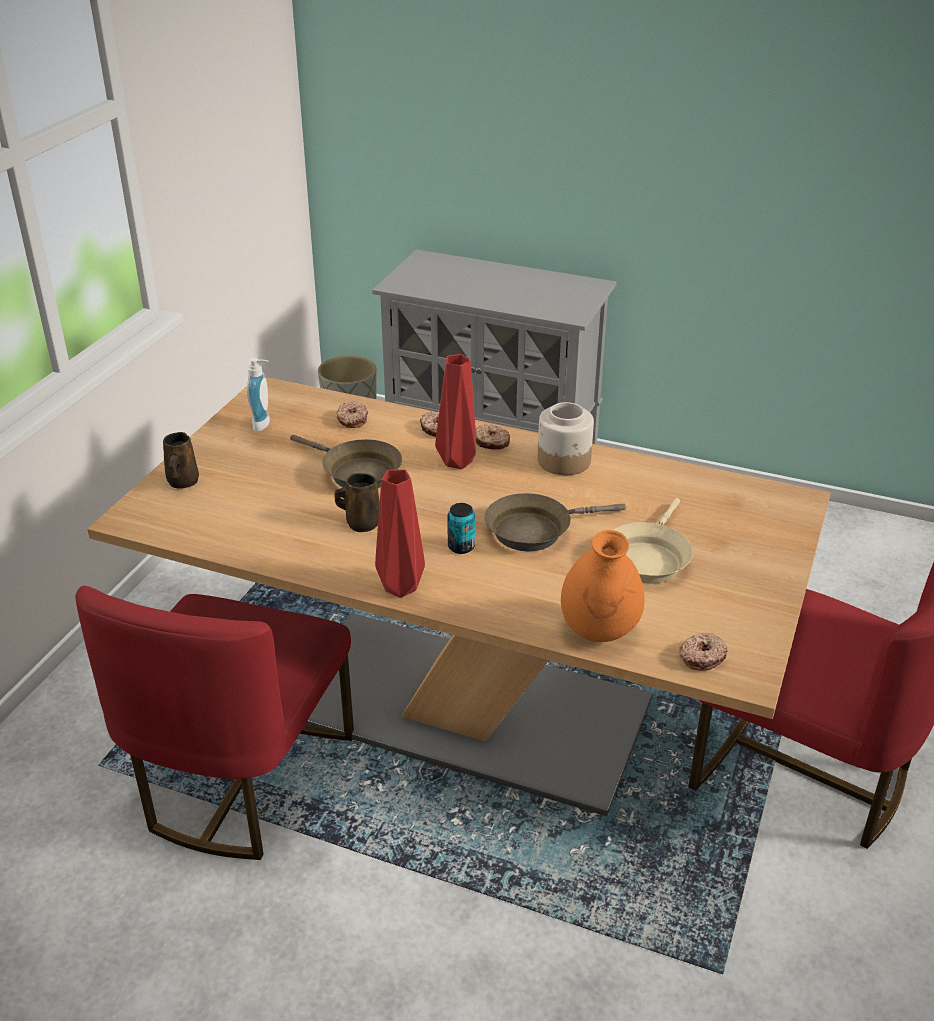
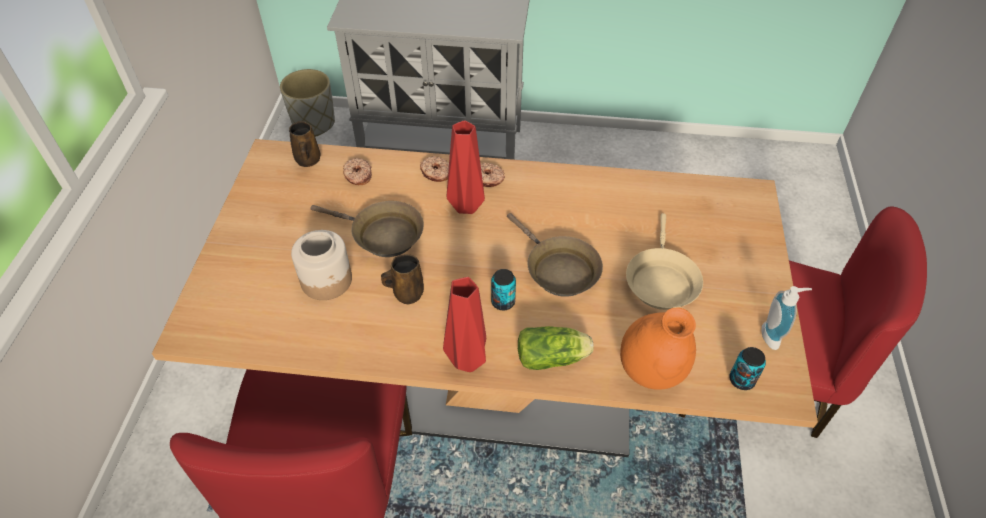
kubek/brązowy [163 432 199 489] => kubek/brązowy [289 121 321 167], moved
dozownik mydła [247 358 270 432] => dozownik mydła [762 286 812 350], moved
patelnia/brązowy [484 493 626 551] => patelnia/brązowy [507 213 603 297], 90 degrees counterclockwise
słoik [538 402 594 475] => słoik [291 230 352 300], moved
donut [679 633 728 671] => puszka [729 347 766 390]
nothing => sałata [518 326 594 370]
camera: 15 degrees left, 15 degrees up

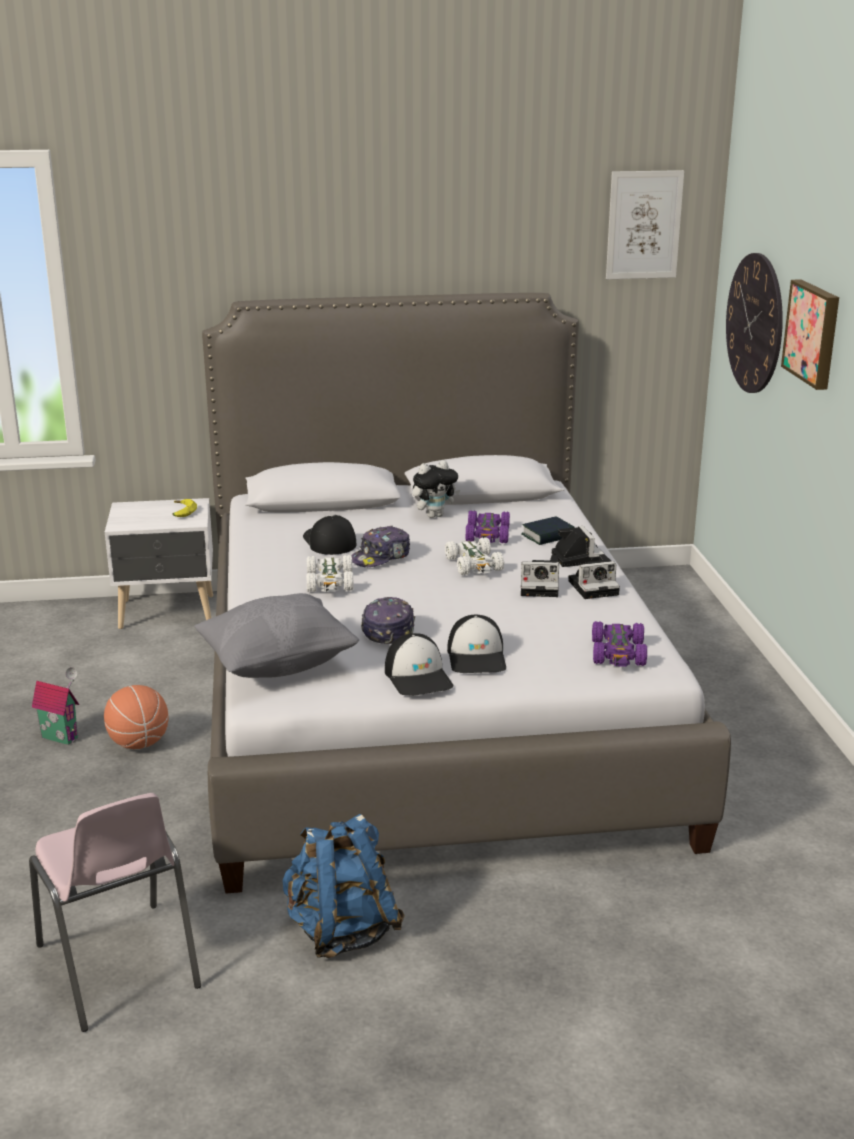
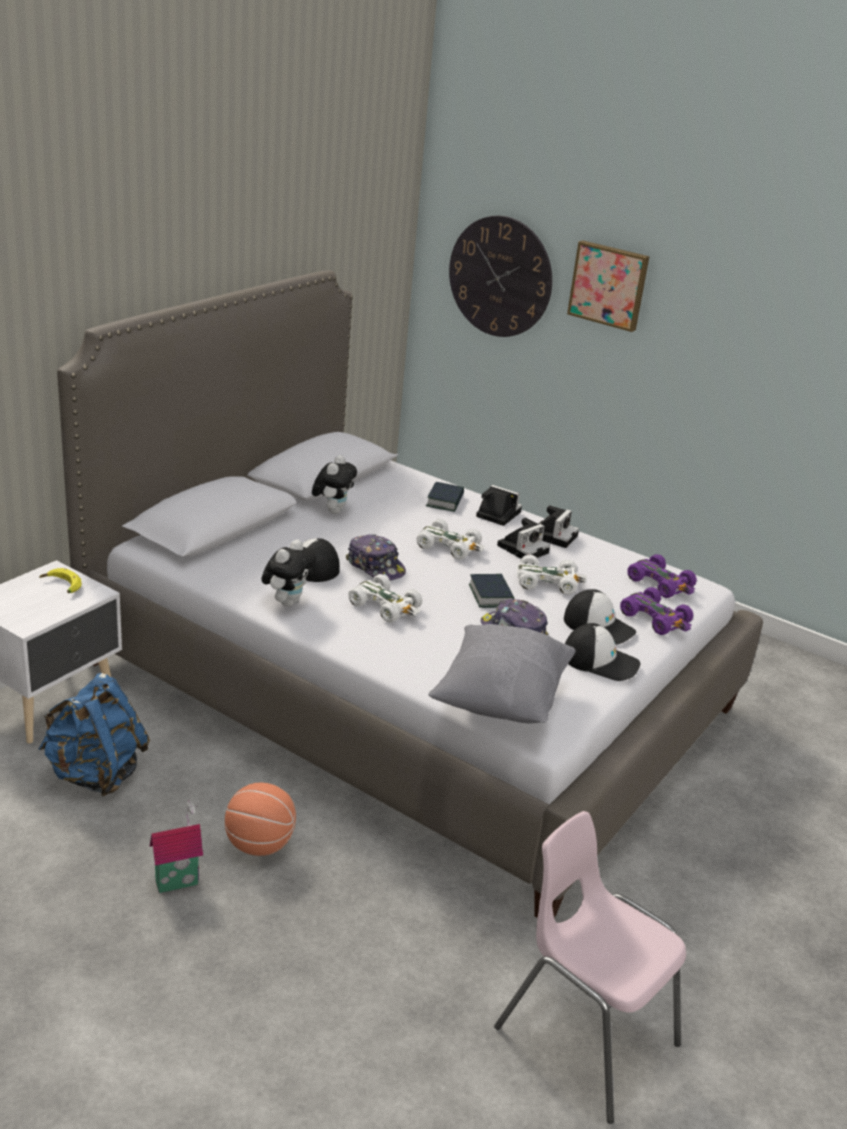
krzesło/różowy [29 793 201 1032] => krzesło/różowy [494 811 686 1124], 150 degrees counterclockwise
plecak/niebieski [282 814 405 958] => plecak/niebieski [38 673 150 797], moved
czapka z daszkiem [351 526 410 567] => czapka z daszkiem [346 534 406 580], 45 degrees counterclockwise
samochodzik/fioletowy [465 510 510 543] => samochodzik/fioletowy [620 587 693 635], moved
obraz [606 170 684 279] => nothing
nothing => pluszak [261 539 316 607]
nothing => książka [469 574 514 608]
nothing => samochodzik/biały [517 554 587 595]
camera: 50 degrees left, 5 degrees up

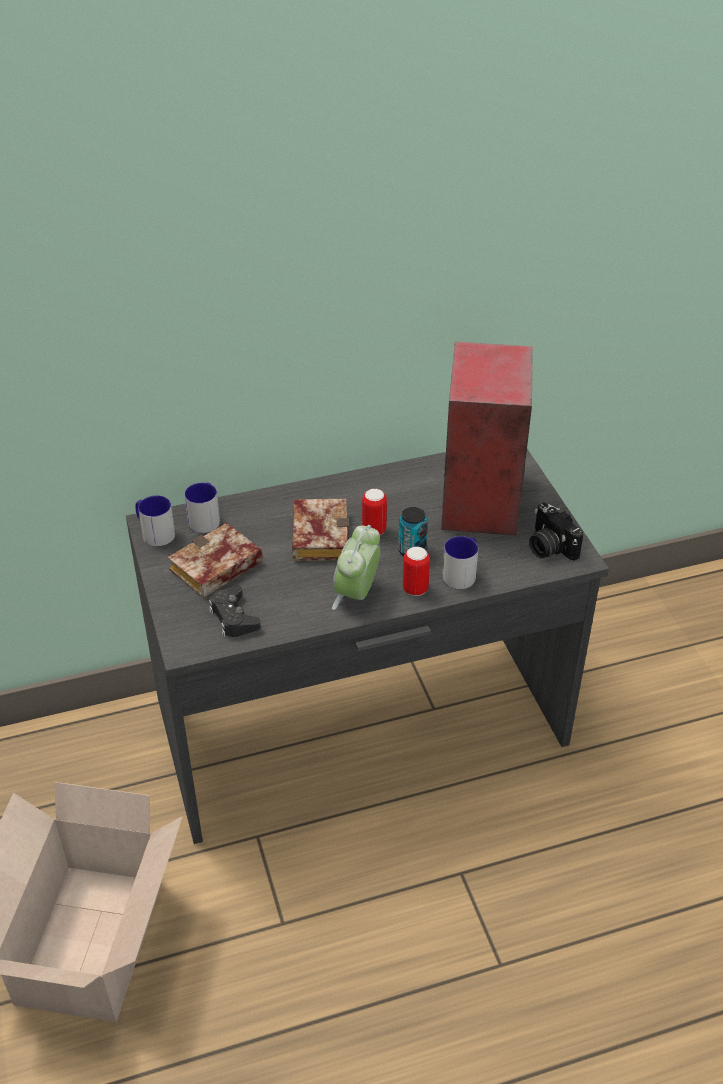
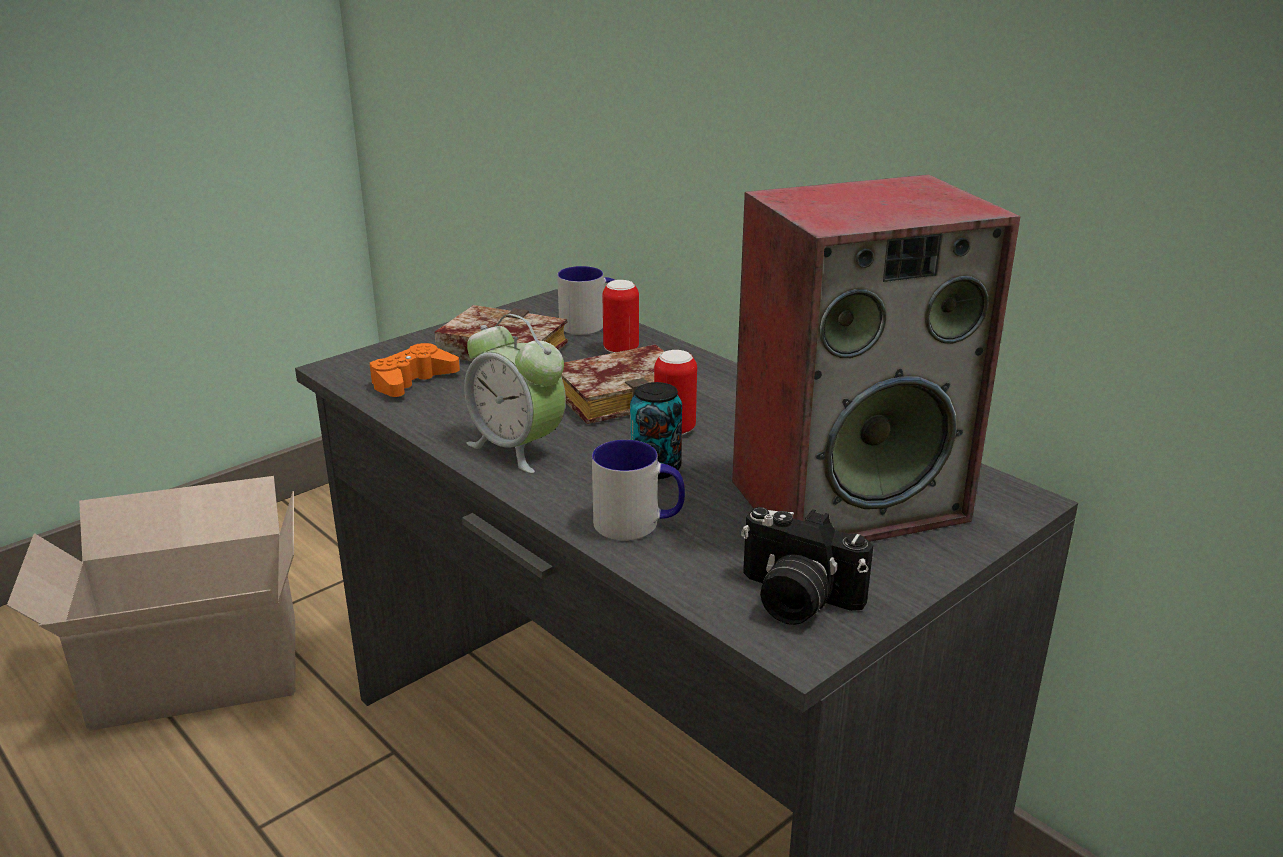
kubek [135 495 175 546] => nothing
pad do gier/czarny [209 586 261 637] => pad do gier/pomarańczowy [370 343 460 397]
budzik [332 525 381 610] => budzik [464 314 566 473], 135 degrees counterclockwise
puszka [403 547 430 596] => puszka [602 280 639 353], moved
aparat fotograficzny [529 502 583 561] => aparat fotograficzny [741 507 873 625], 90 degrees counterclockwise
camera: 65 degrees right, 15 degrees down

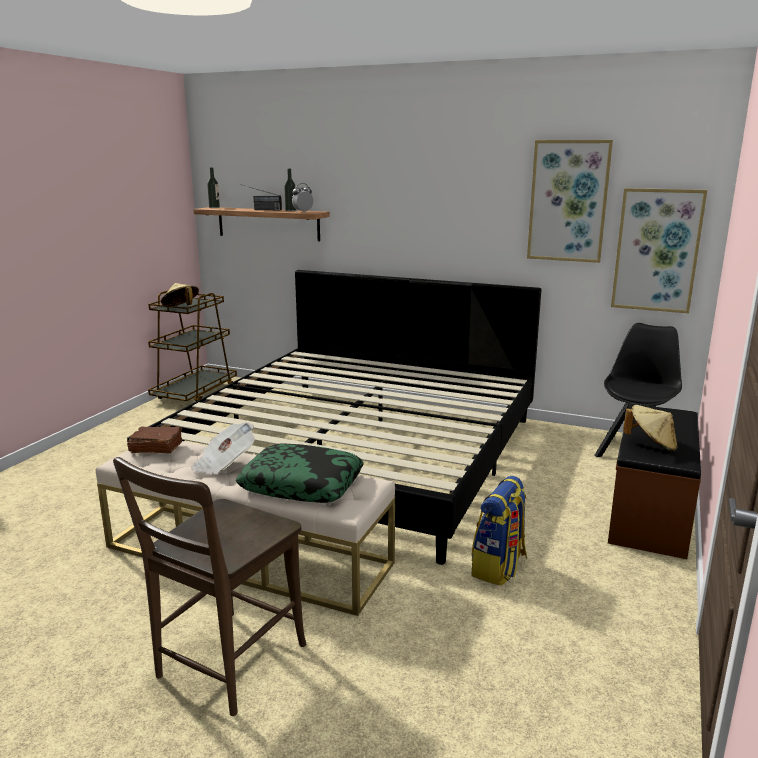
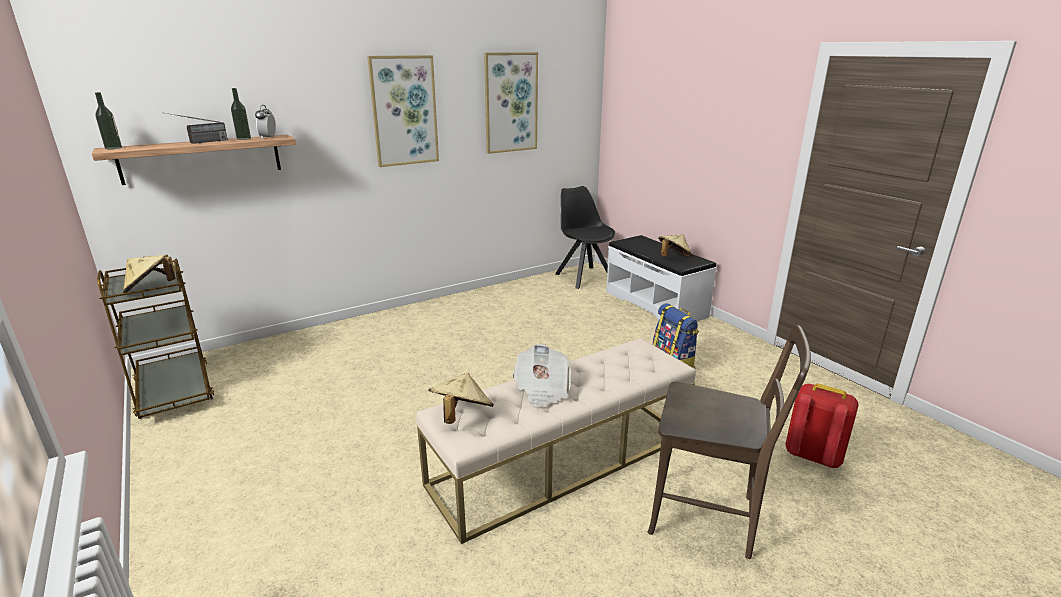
krzesło/brązowy [113 457 306 716] => krzesło/brązowy [648 325 811 559], 45 degrees counterclockwise
łóżko [127 270 541 565] => nothing
książka/brązowy [127 427 182 453] => kapelusz/beżowy [429 373 494 424]
poduszka [236 443 364 503] => nothing
ławka/brązowy [608 404 701 559] => ławka/biały [606 235 716 321]
obraz [611 188 707 313] => obraz [367 55 439 167], moved
nothing => plecak/czerwony [785 384 859 468]
camera: 55 degrees left, 5 degrees up

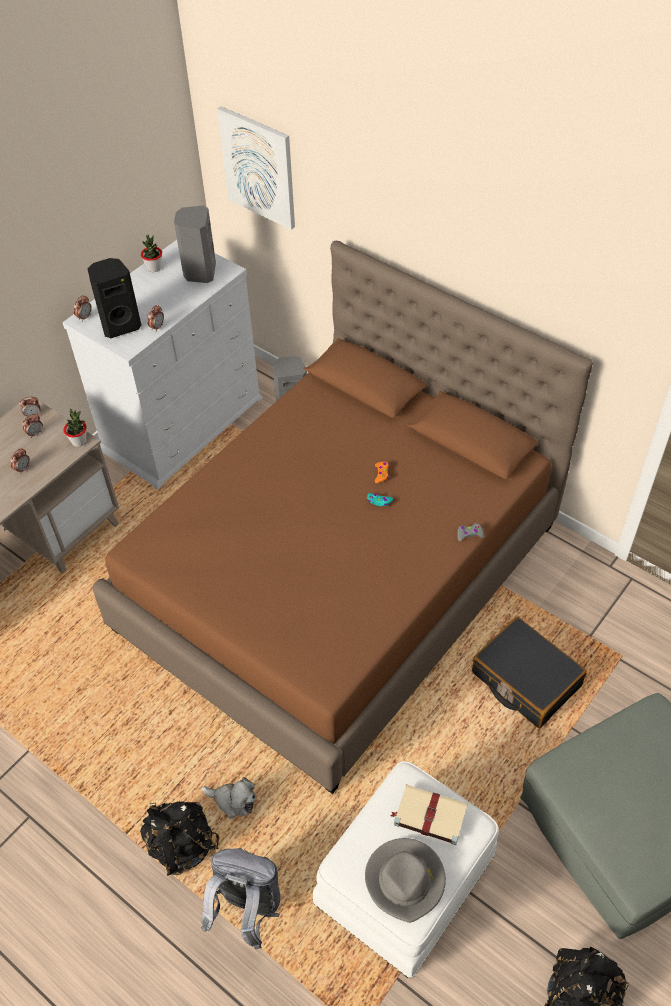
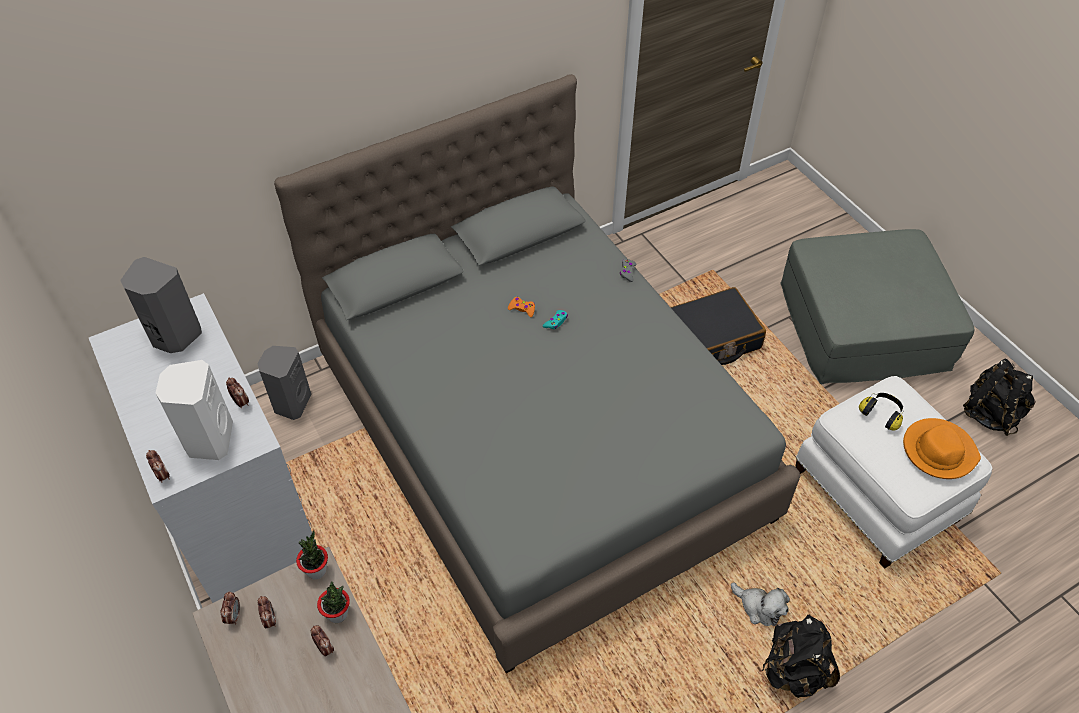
głośnik/czarny [87 258 141 338] => głośnik/biały [155 360 233 460]
łóżko/brązowy [92 241 593 794] => łóżko/szary [274 74 800 673]
roślina doniczkowa [141 235 162 272] => roślina doniczkowa [317 581 350 623], moved
plecak/szary [201 848 280 950] => nothing
pluszak [202 777 256 819] => pluszak [731 582 790 626], 90 degrees clockwise
obraz [217 106 295 230] => nothing
kapelusz/szary [365 838 446 923] => kapelusz/pomarańczowy [903 418 981 479]
książka/beżowy [391 784 467 845] => słuchawki [859 393 904 431]
camera: 70 degrees left, 0 degrees up

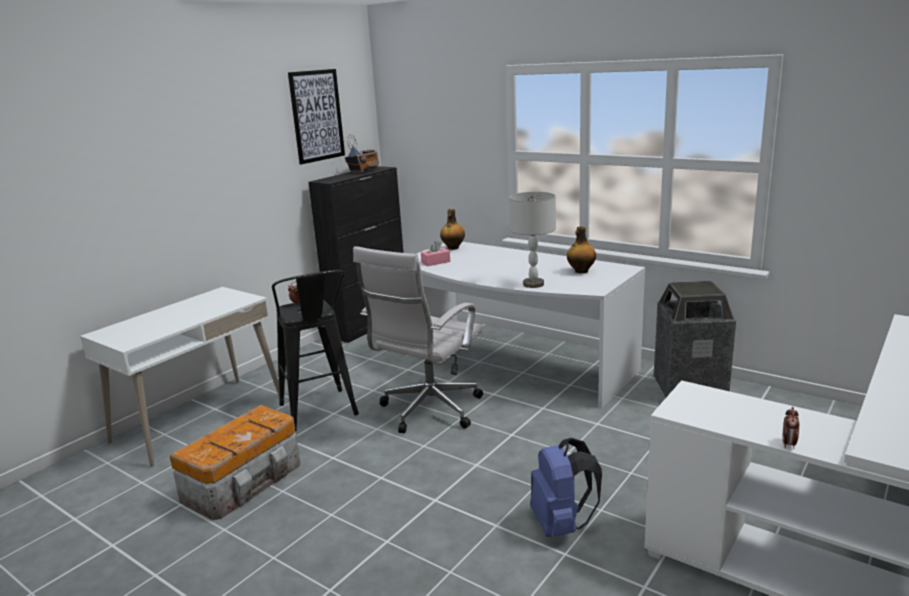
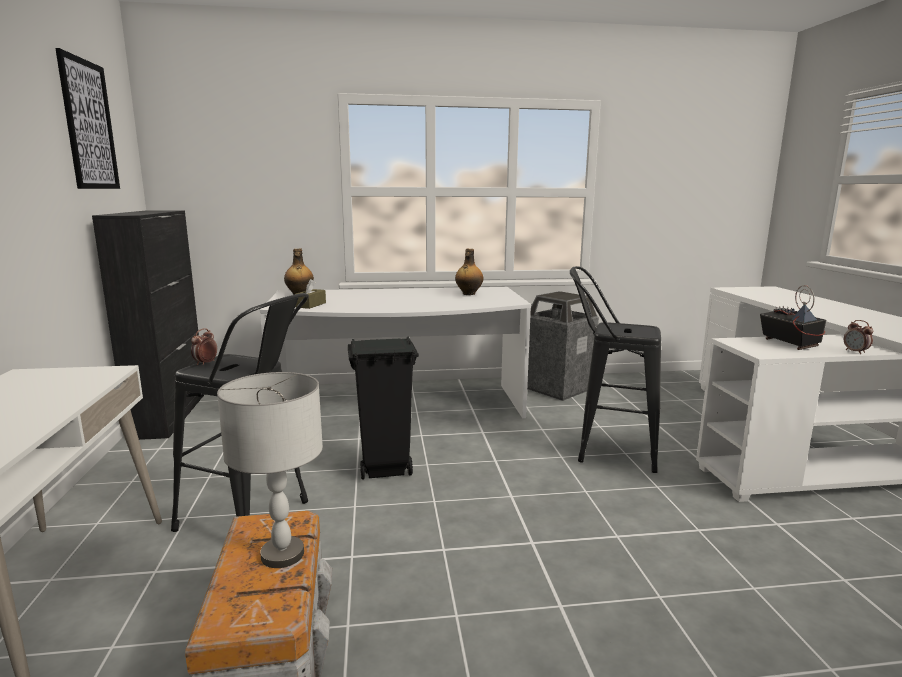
radio [345 134 379 173] => radio [760 285 826 350], moved
krzesło biurowe/biały [353 246 483 433] => kosz na śmieci/czarny [348 336 419 480]
pudełko chusteczek/różowy [421 241 450 266] => pudełko chusteczek/brązowy [295 279 326 309]
lampa stołowa/szary [509 192 556 288] => lampa stołowa/szary [217 372 323 568], moved
plecak/niebieski [530 438 602 537] => nothing
nothing => stołek/czarny [570 266 661 473]
camera: 45 degrees left, 5 degrees down

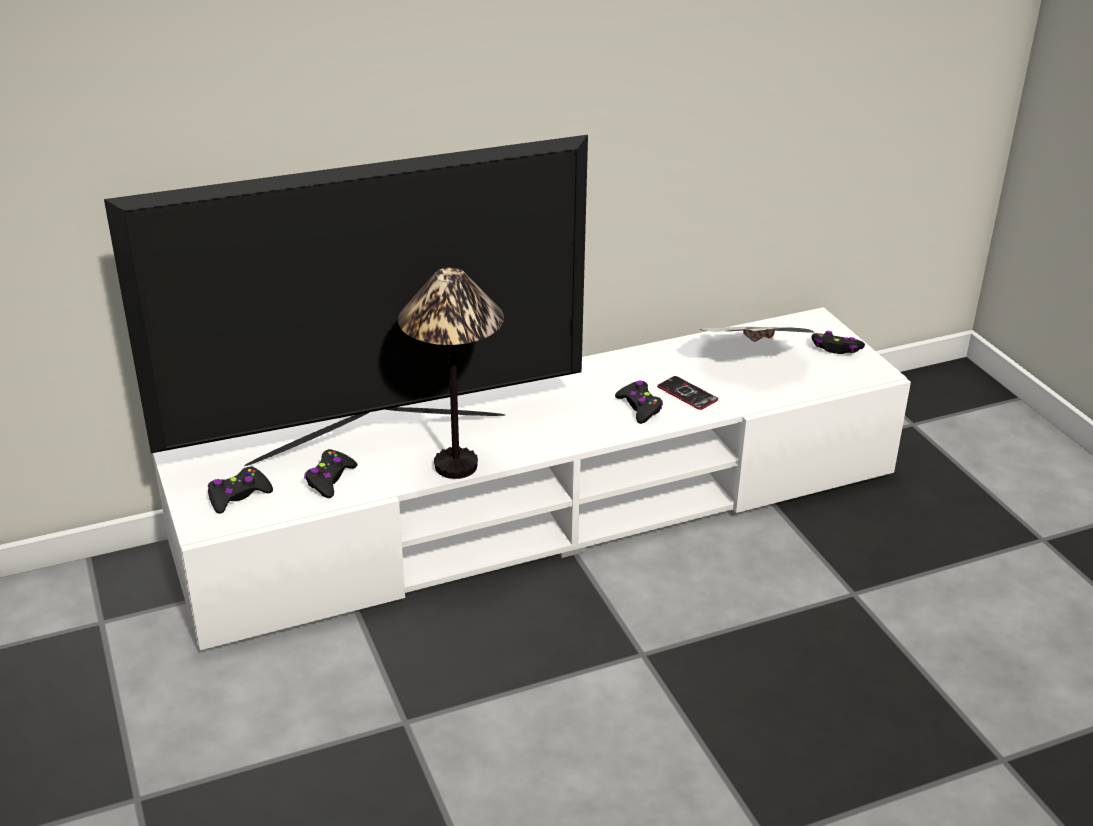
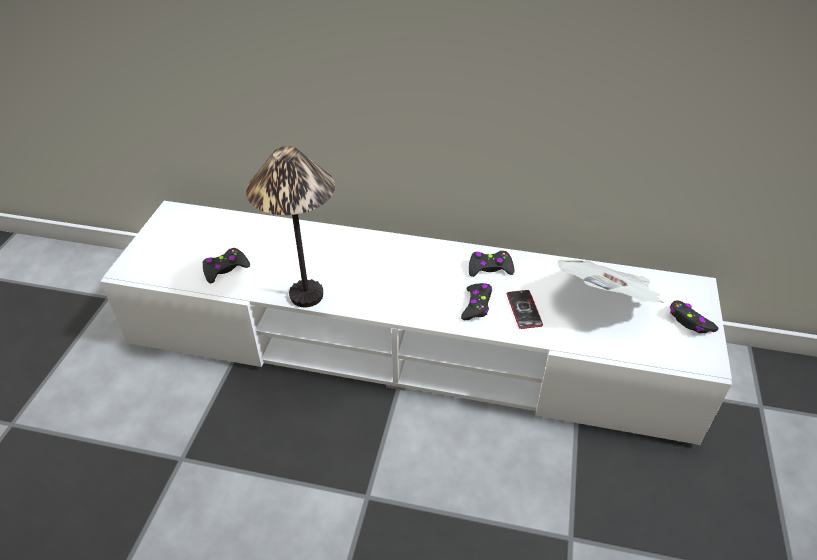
telewizor [104 135 588 466] => nothing
pad do gier/czarny [207 467 273 514] => pad do gier/czarny [469 251 514 277], moved
camera: 35 degrees right, 10 degrees up

